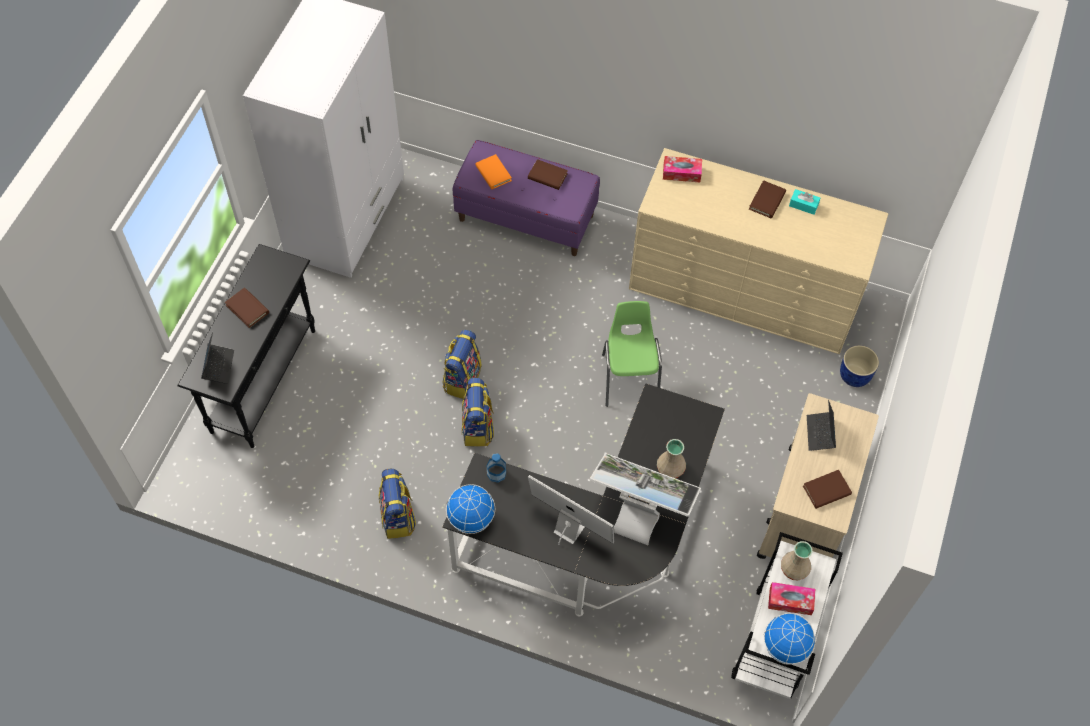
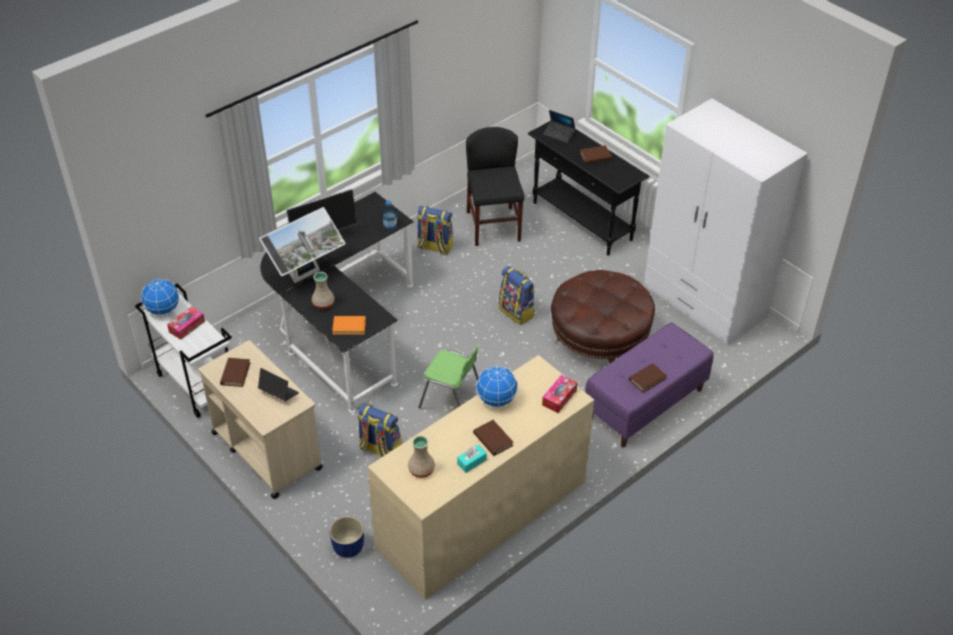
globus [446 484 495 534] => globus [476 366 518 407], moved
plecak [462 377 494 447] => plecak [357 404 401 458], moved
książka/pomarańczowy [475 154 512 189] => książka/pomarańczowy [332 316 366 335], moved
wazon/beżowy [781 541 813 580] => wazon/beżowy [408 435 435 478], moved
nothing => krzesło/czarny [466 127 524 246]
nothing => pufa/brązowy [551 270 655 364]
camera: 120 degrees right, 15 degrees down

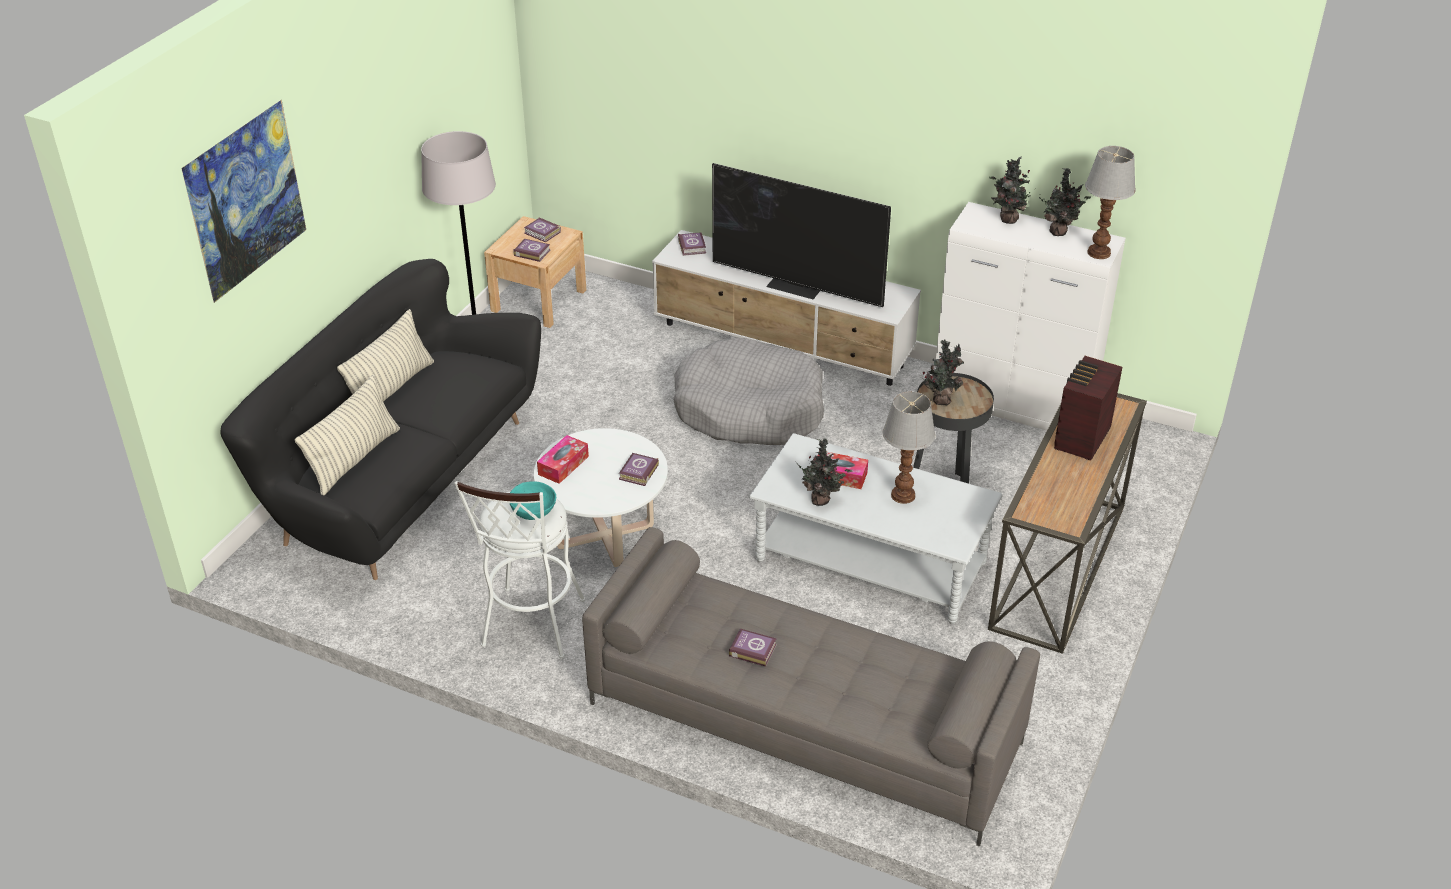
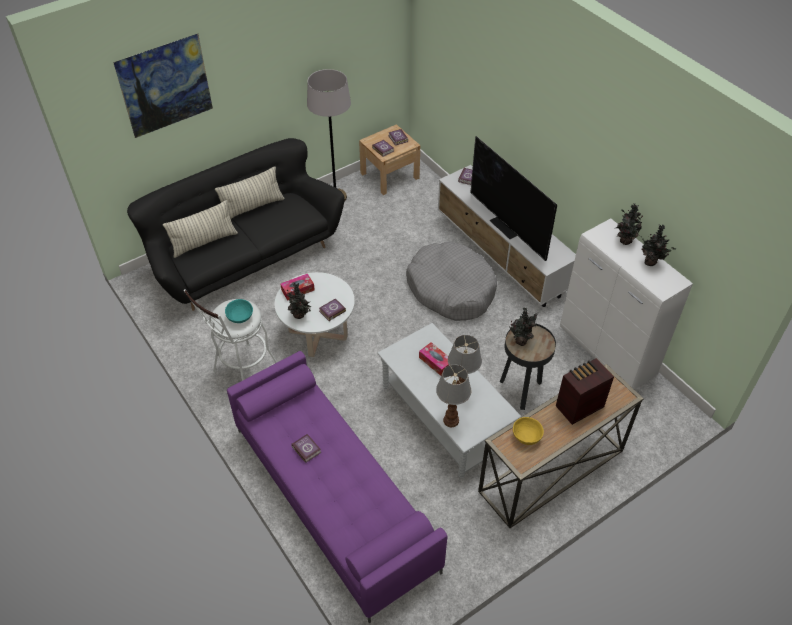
kanapa/szary [582 527 1040 847] => kanapa/fioletowy [227 351 447 624]
roślina doniczkowa [797 438 853 506] => roślina doniczkowa [287 283 312 319], moved
lampa stołowa [1085 146 1136 259] => lampa stołowa [436 364 471 427], moved
nothing => miska/żółty [513 417 544 445]
camera: 30 degrees right, 10 degrees up

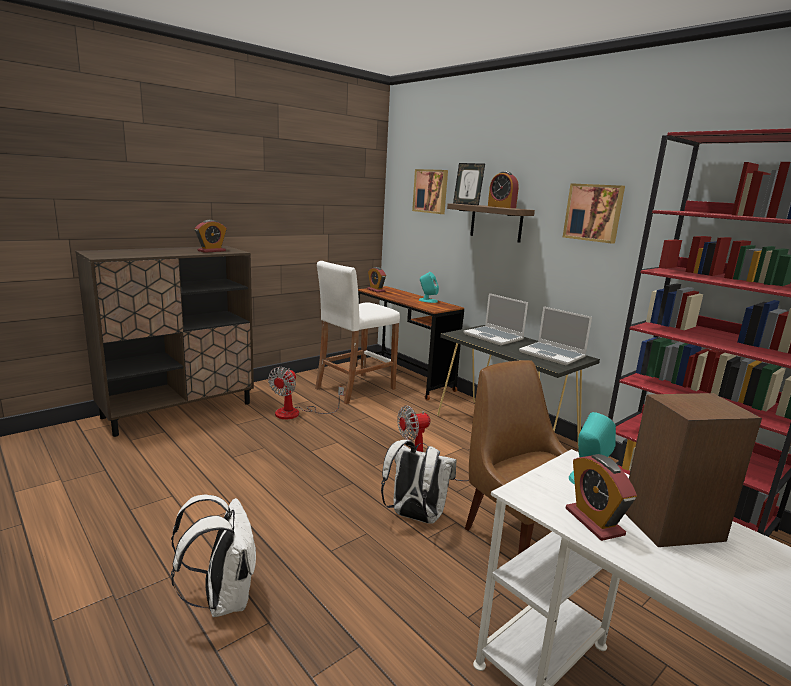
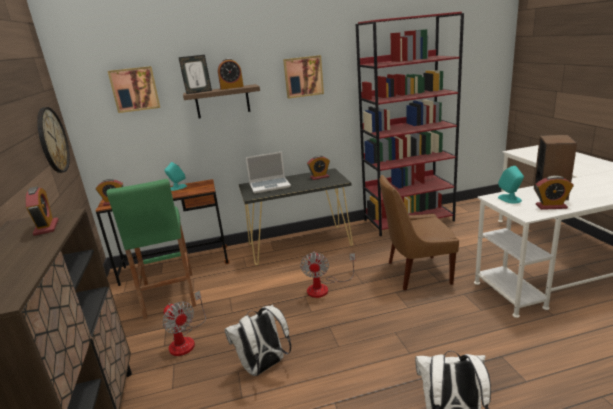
stołek/biały [315 261 400 404] => stołek/zielony [107 179 196 320]
plecak/biały [381 440 457 524] => plecak/biały [225 305 291 376], moved
laptop [519 306 592 365] => budzik [307 155 330 180]
nothing => zegar ścienny [37 107 70 173]
camera: 60 degrees left, 5 degrees up

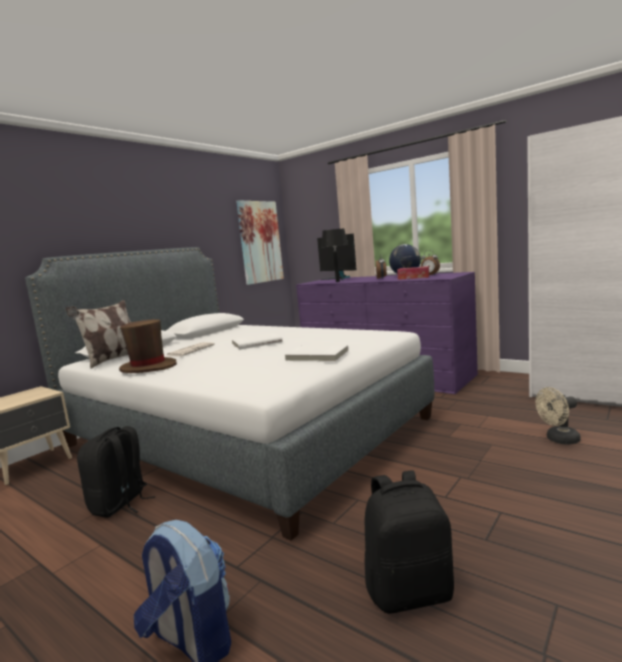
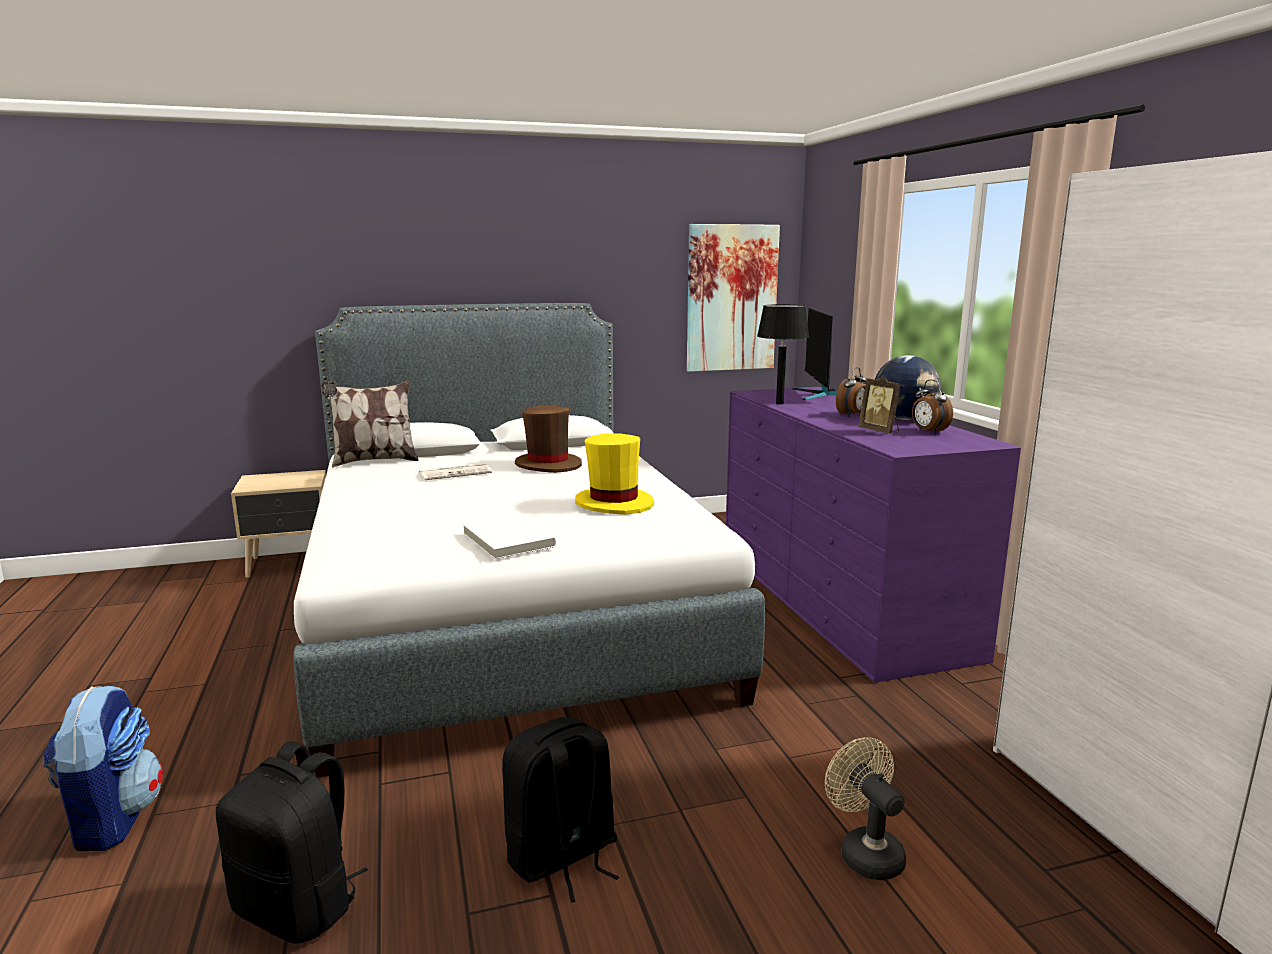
plecak/czarny [77 426 155 518] => plecak/czarny [502 717 619 903], moved
kapelusz/brązowy [119 319 177 373] => kapelusz/brązowy [515 406 582 473], moved
książka/biały [231 333 282 350] => nothing
pudełko chusteczek [397 266 429 280] => ramka na zdjęcie [858 375 901 433]
wentylator/beżowy [536 387 581 445] => wentylator/beżowy [825 737 906 880], 45 degrees clockwise
nothing => kapelusz/żółty [575 433 654 515]
camera: 35 degrees right, 5 degrees up

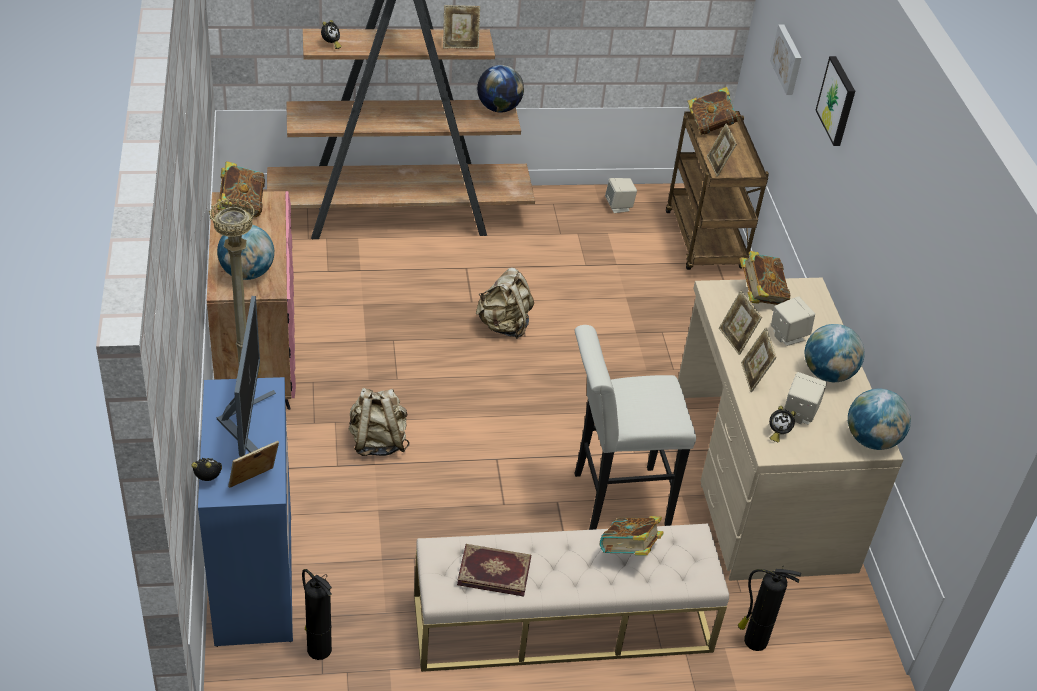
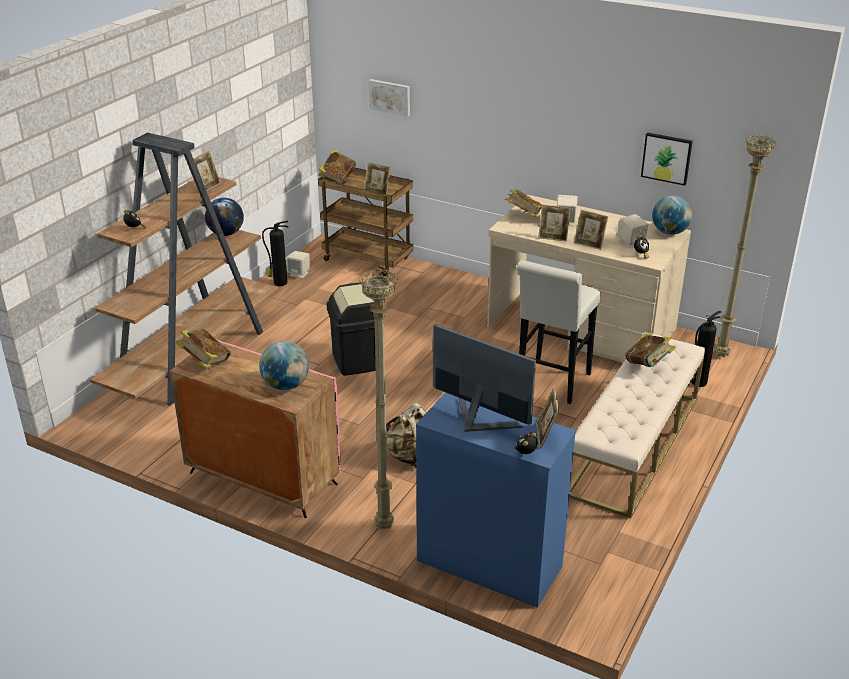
gaśnica [302 569 332 660] => gaśnica [262 221 289 286], moved
książka [457 544 531 597] => nothing
plecak/beżowy [476 268 534 339] => kosz na śmieci/czarny [327 282 376 376]
globus [805 324 865 382] => nothing
obraz [815 56 855 146] => obraz [641 132 693 186], moved
nothing => lampa stojąca/beżowy [714 135 777 357]
camera: 50 degrees left, 10 degrees down

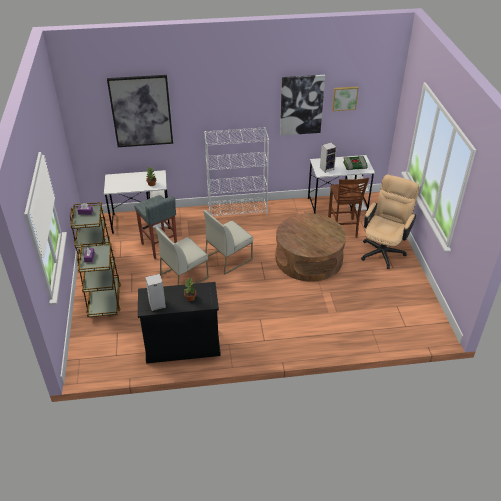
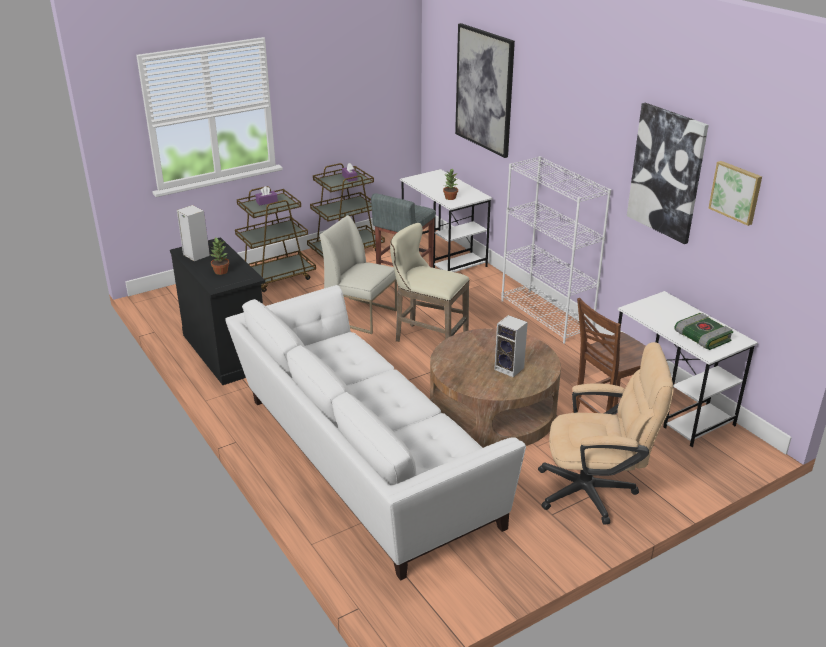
krzesło/biały [203 210 253 275] => stołek/beżowy [390 223 470 342]
głośnik [320 143 337 173] => głośnik [494 315 528 377], moved
nothing => kanapa/biały [225 285 526 581]
camera: 65 degrees right, 10 degrees down

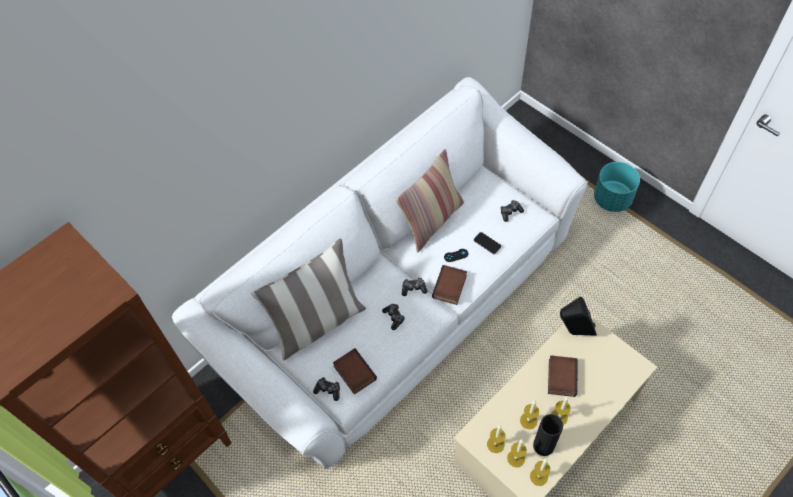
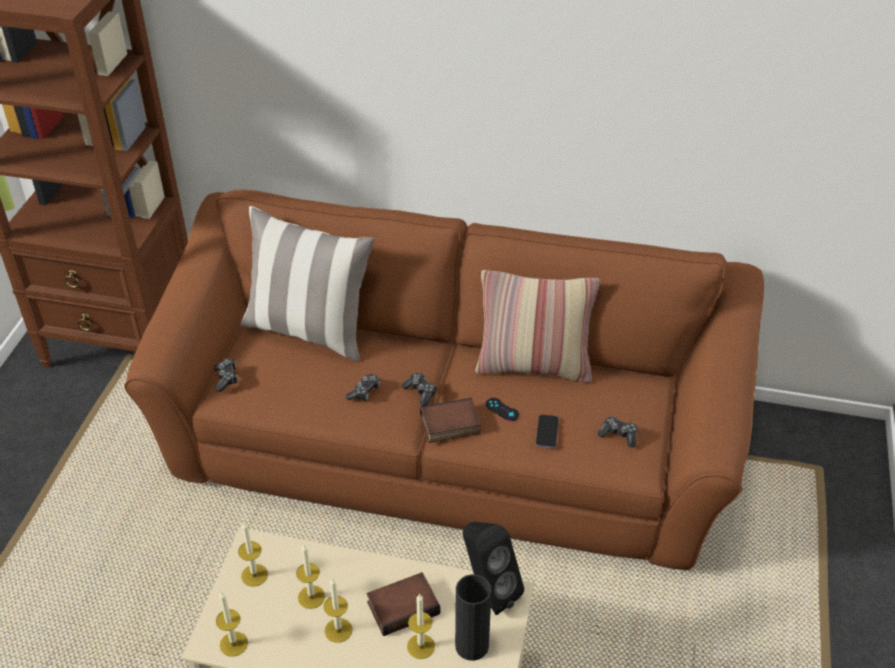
kanapa/biały [172 77 588 469] => kanapa/brązowy [124 190 764 570]
książka [333 348 377 394] => nothing
świeca [507 439 527 467] => świeca [407 594 435 659], moved
wazon/czarny [533 414 563 456] => wazon/czarny [455 574 491 661], moved
donica/turkusowy [594 162 640 212] => nothing
camera: 55 degrees right, 15 degrees down

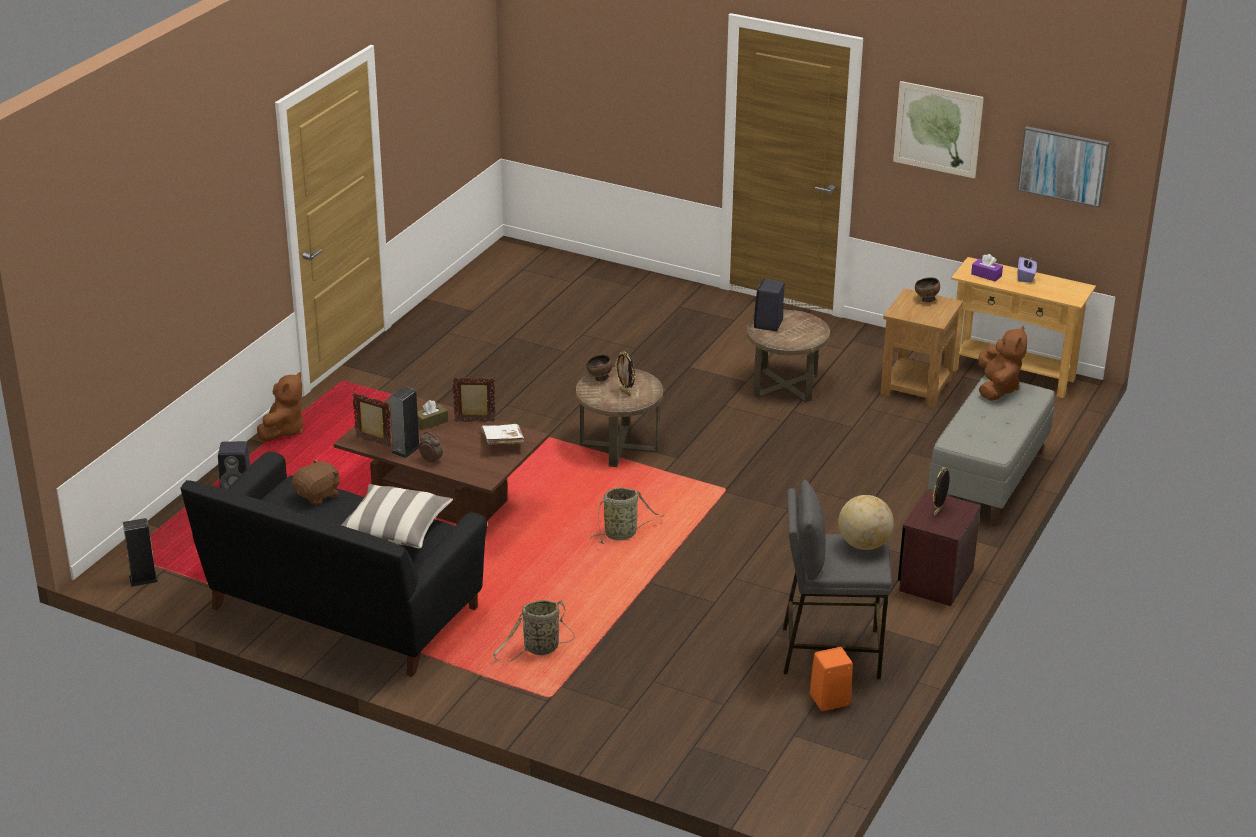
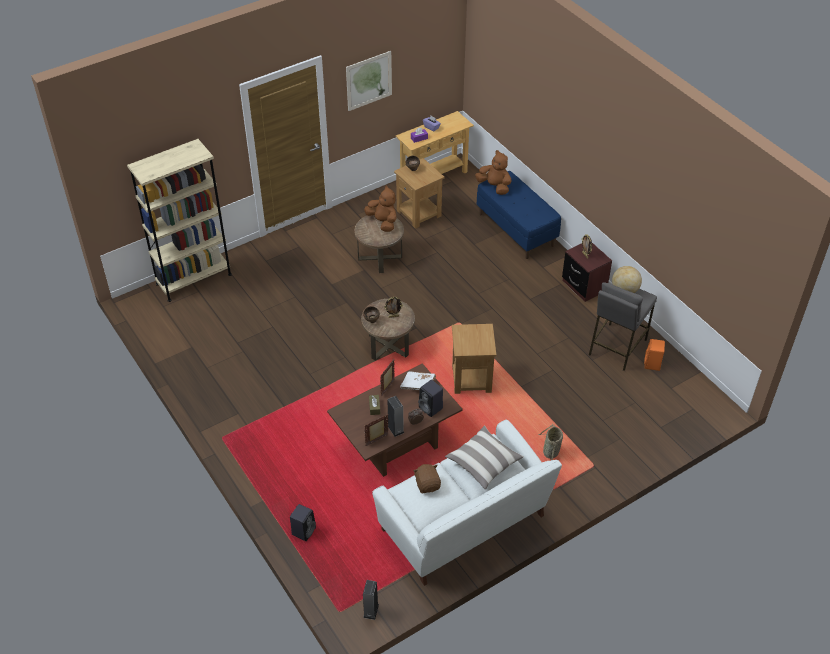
kanapa/czarny [180 451 487 677] => kanapa/biały [372 419 562 586]
pluszak/brązowy [257 372 304 441] => pluszak/brązowy [364 186 397 232], moved
koszyk [590 487 665 544] => stolik/brązowy [452 324 496 394]
głośnik/czarny [754 279 785 331] => głośnik/czarny [418 380 443 417], moved
ławka/szary [928 375 1054 526] => ławka/niebieski [477 171 561 259]
obraz [1017 126 1109 208] => nothing
nothing => regał/beżowy [127 139 232 302]
camera: 60 degrees left, 15 degrees up

